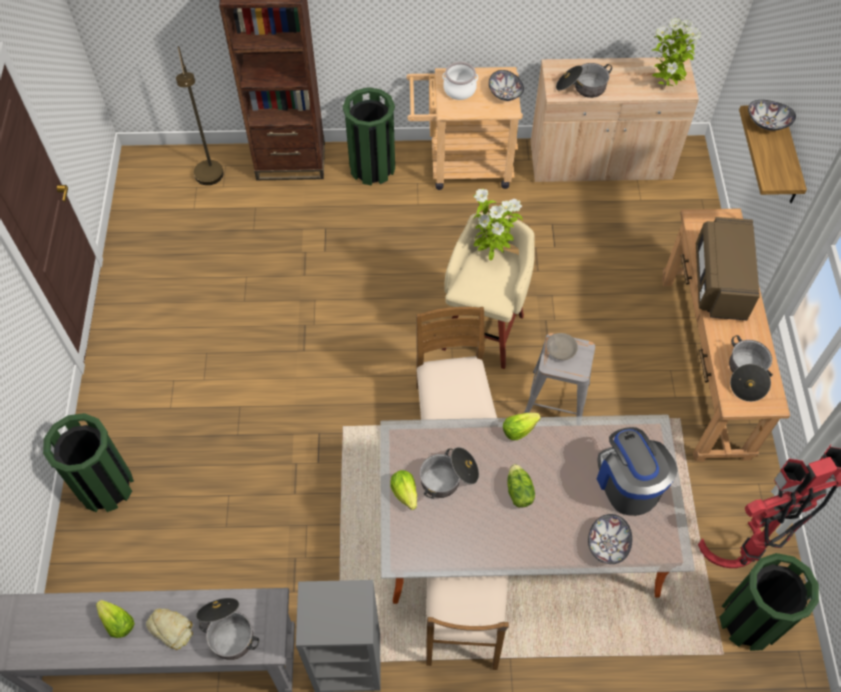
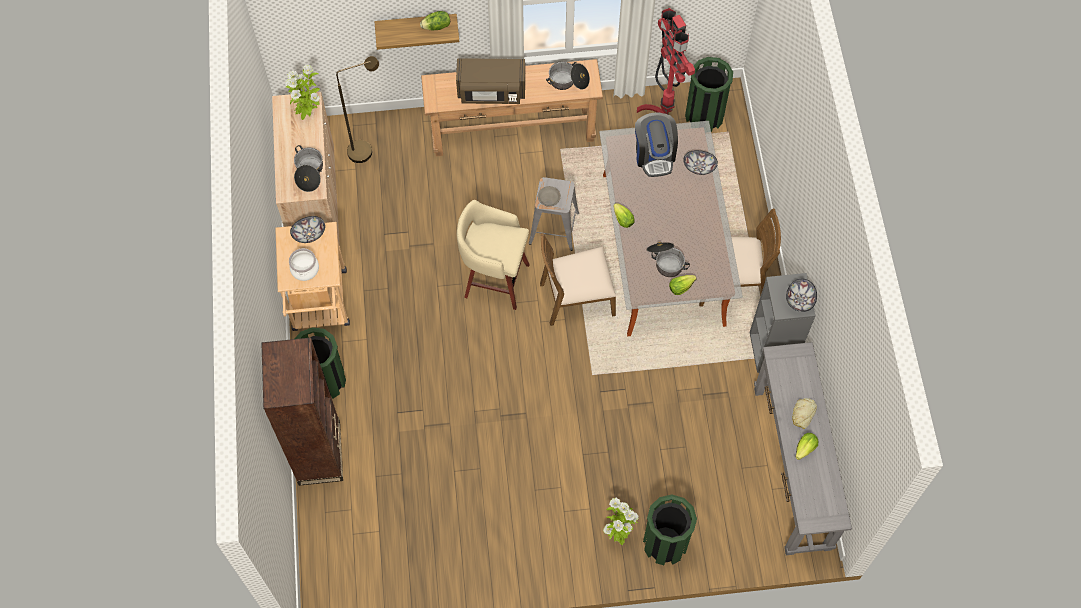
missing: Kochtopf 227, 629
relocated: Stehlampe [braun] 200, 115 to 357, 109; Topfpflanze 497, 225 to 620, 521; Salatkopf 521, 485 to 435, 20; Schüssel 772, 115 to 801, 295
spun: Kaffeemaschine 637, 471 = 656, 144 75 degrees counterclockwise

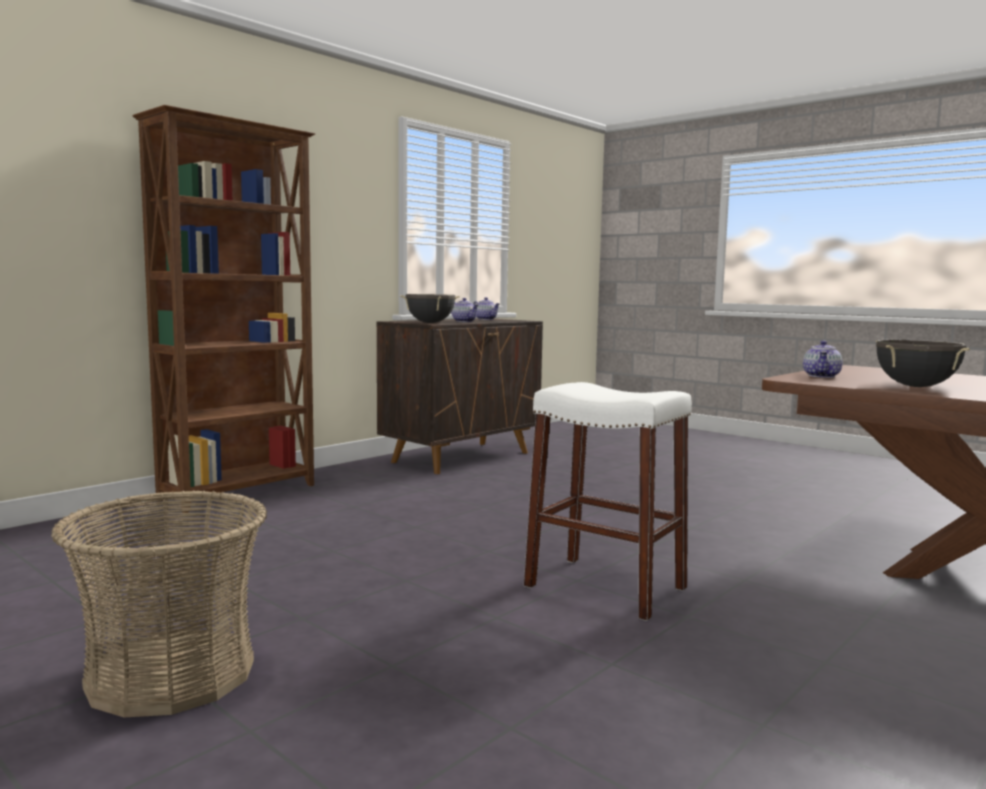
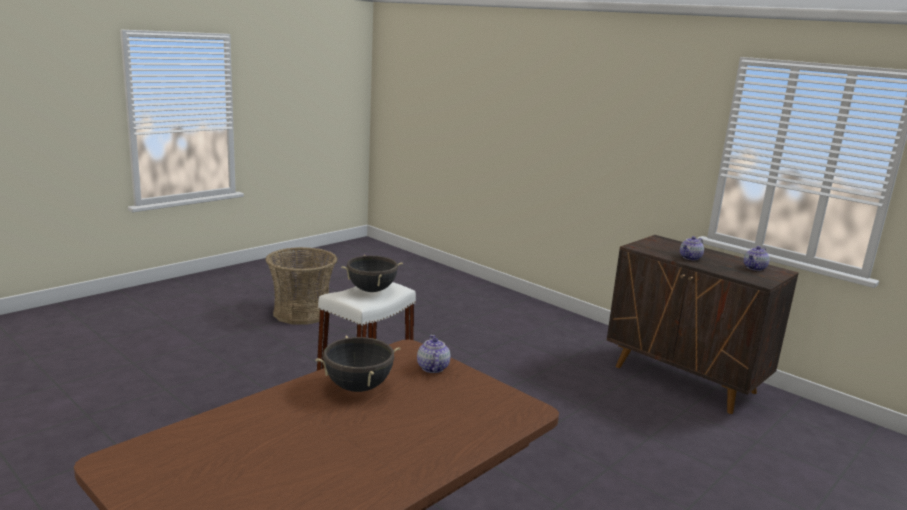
missing: Bücherregal [braun] 223, 309
relocated: Kochtopf [schwarz] 430, 308 to 372, 273
spun: Teekanne 823, 359 = 433, 354 60 degrees clockwise

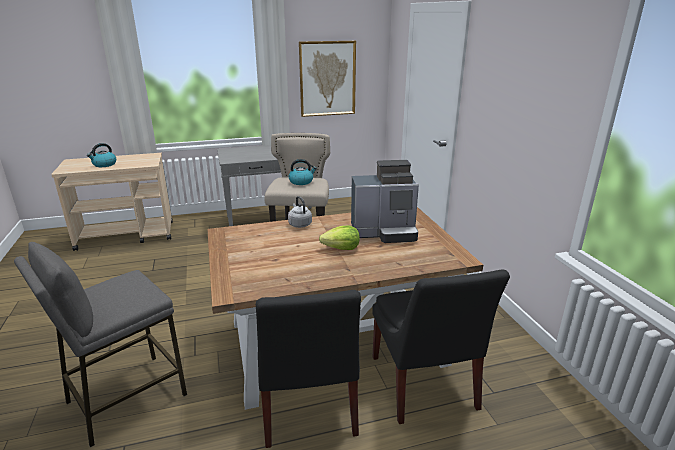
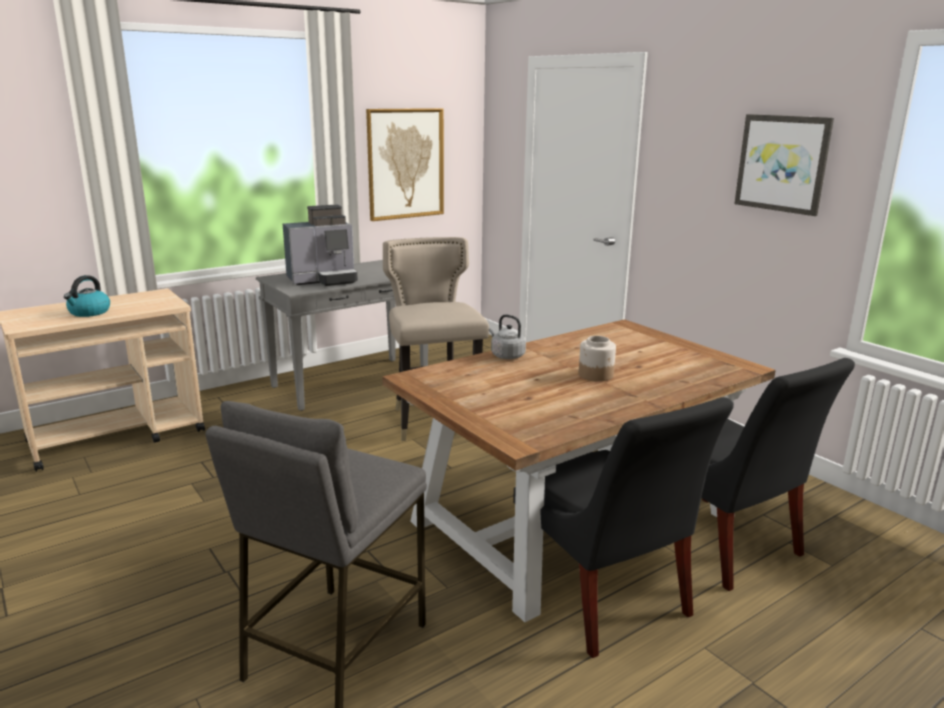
missing: Wasserkessel 303, 172
appeared: Bild 784, 165
relocated: Kaffeemaschine 385, 201 to 320, 245
exchanged: Salatkopf 339, 238 to Vorratsglas 597, 358

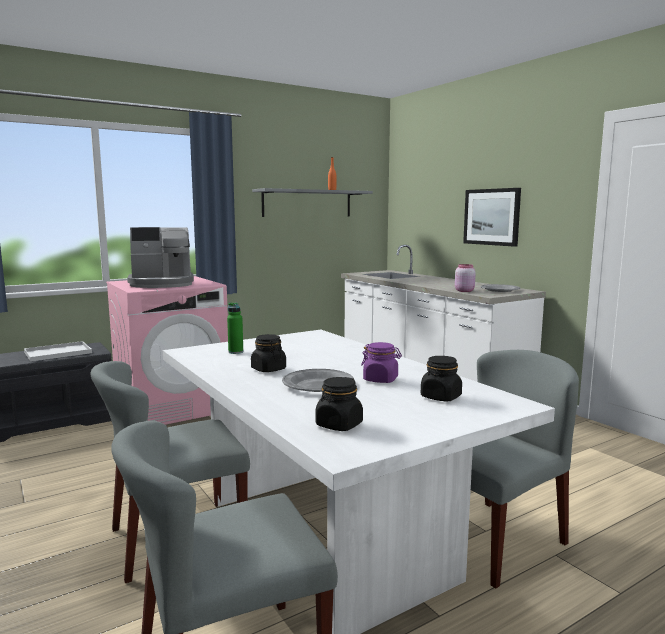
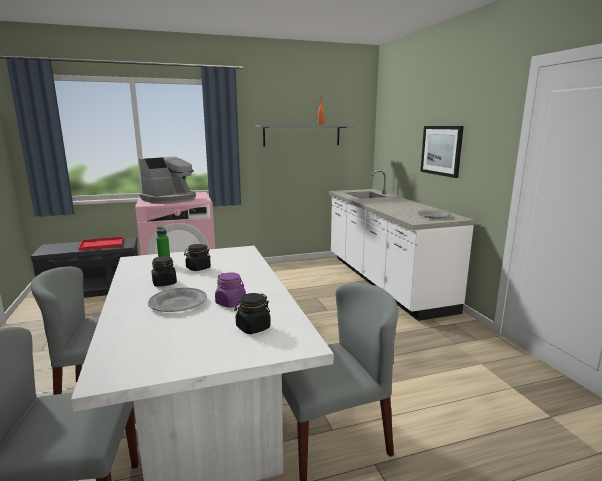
missing: Vorratsglas [rosa] 465, 278
relocated: Vorratsglas [schwarz] 339, 404 to 197, 257
colour: Tablett [weiß] 58, 351 to Tablett [rot] 101, 244
spun: Kaffeemaschine 160, 257 = 167, 179 45 degrees counterclockwise

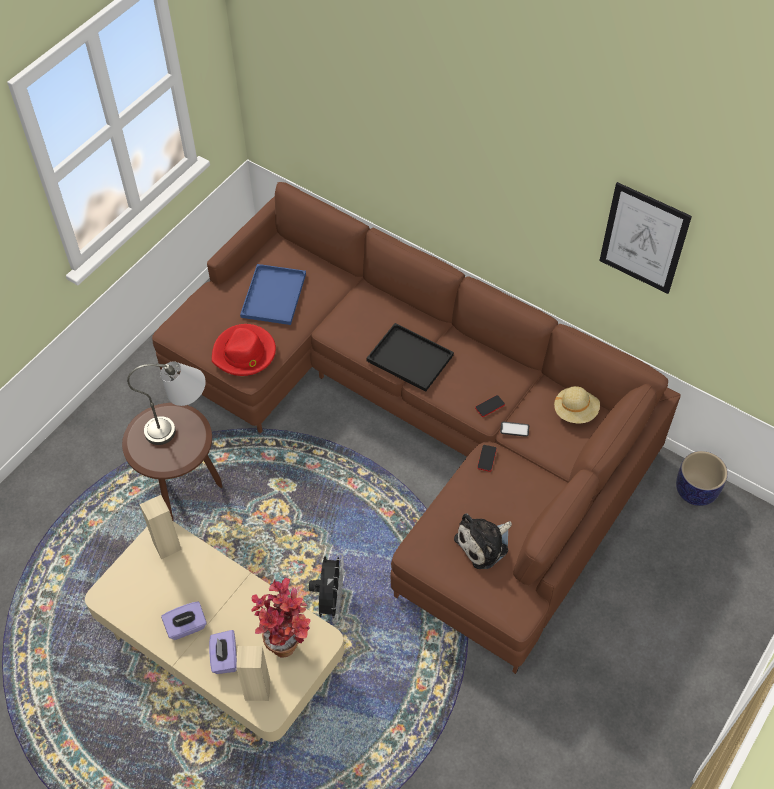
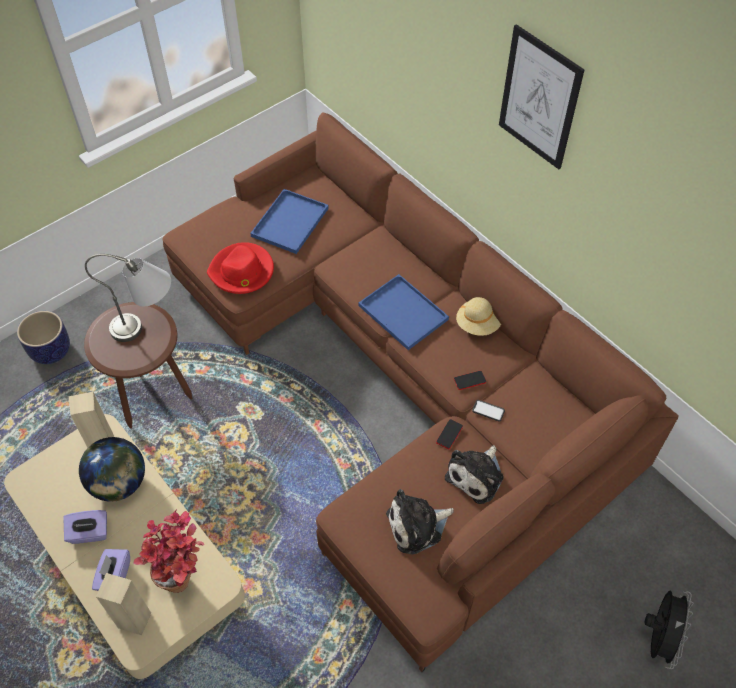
appeared: Globus 112, 469; Plüschtier 474, 474
relocated: Ventilator [schwarz] 326, 588 to 669, 630; Hut [beige] 577, 404 to 478, 316; Bild 645, 238 to 542, 96; Pflanzkübel 702, 478 to 43, 337
colour: Tablett [schwarz] 410, 357 to Tablett [blau] 404, 312

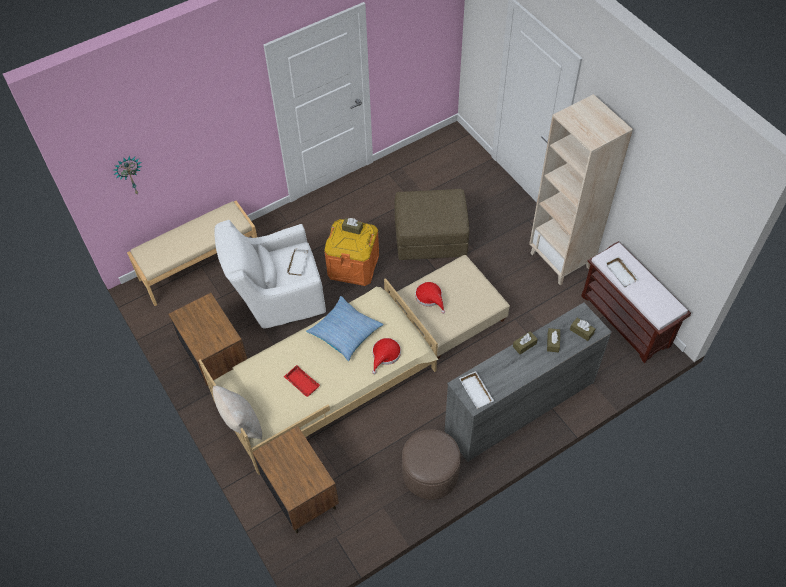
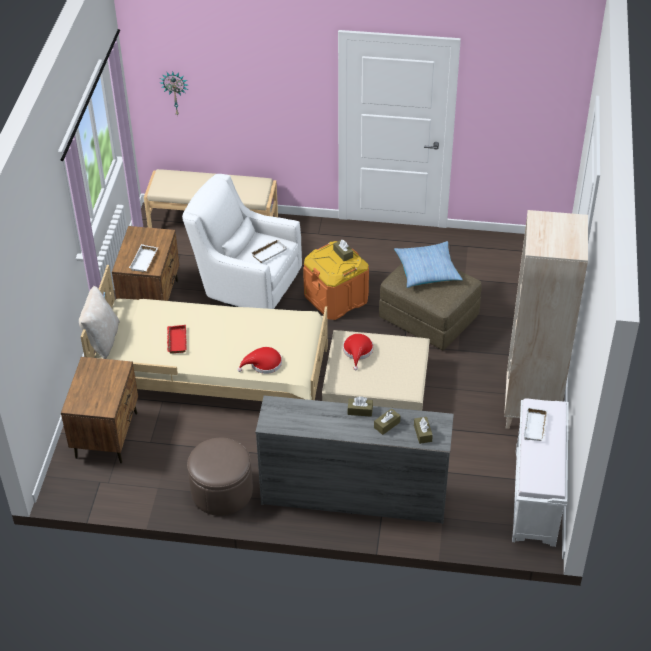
relocated: Kissen 345, 328 to 428, 264; Tablett [weiß] 476, 390 to 143, 258
colour: Bank [braun] 636, 302 to Bank [weiß] 540, 472

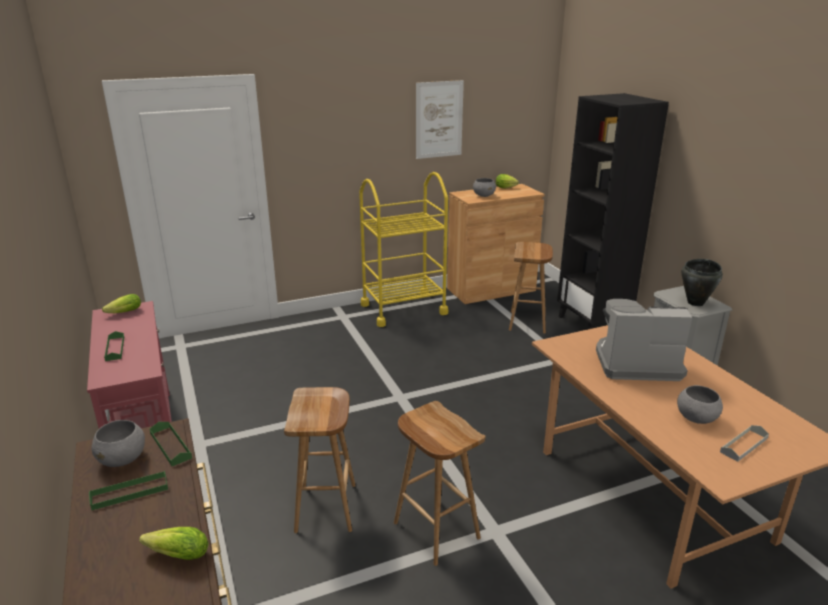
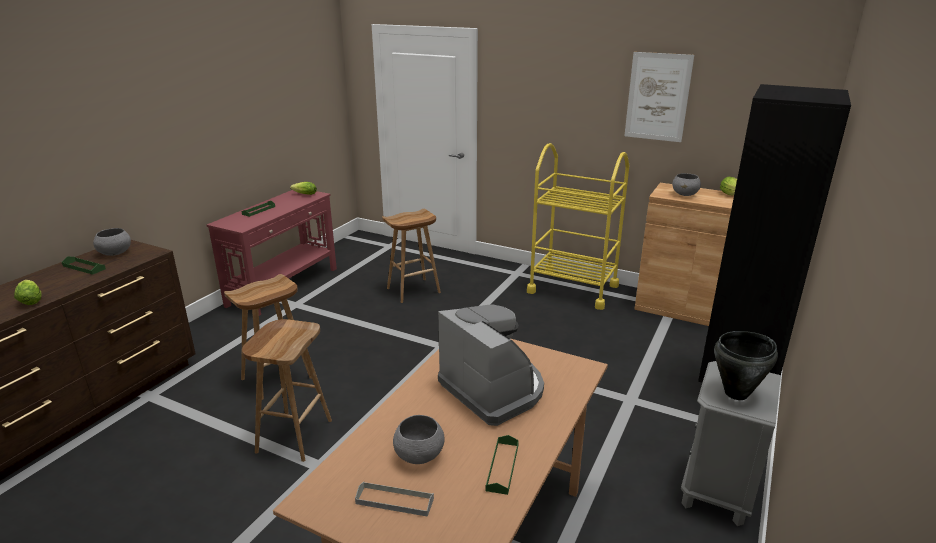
relocated: Tablett [grün] 171, 444 to 502, 465; Hocker [braun] 531, 288 to 411, 256

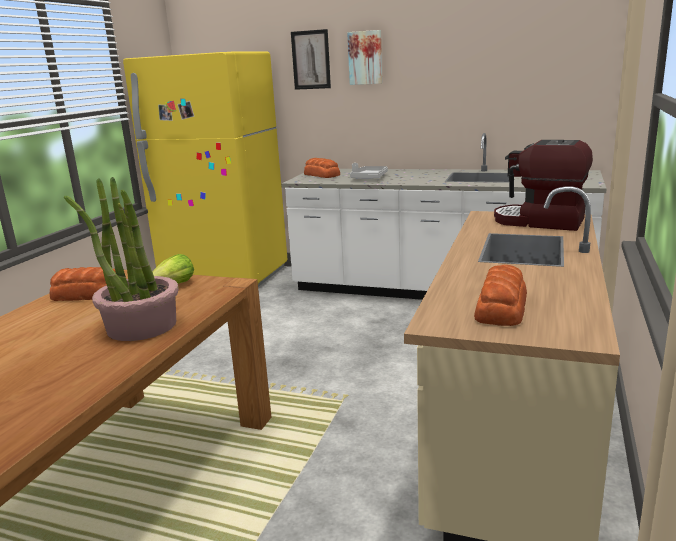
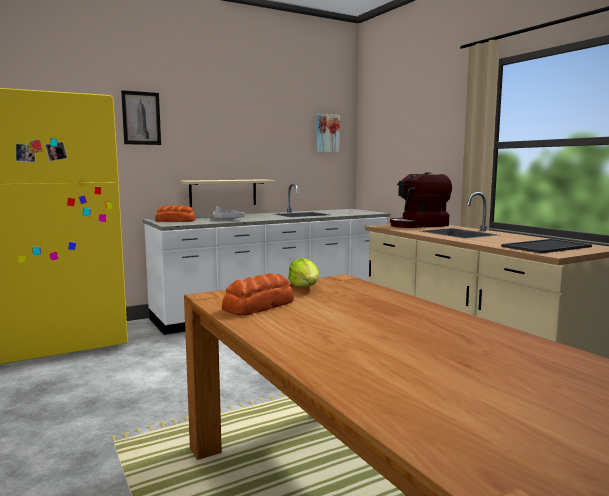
missing: Topfpflanze 121, 259
appeared: Wandregal [beige] 227, 193
relocated: Bild 364, 57 to 328, 133
exchanged: Brot 500, 295 to Tablett 546, 246

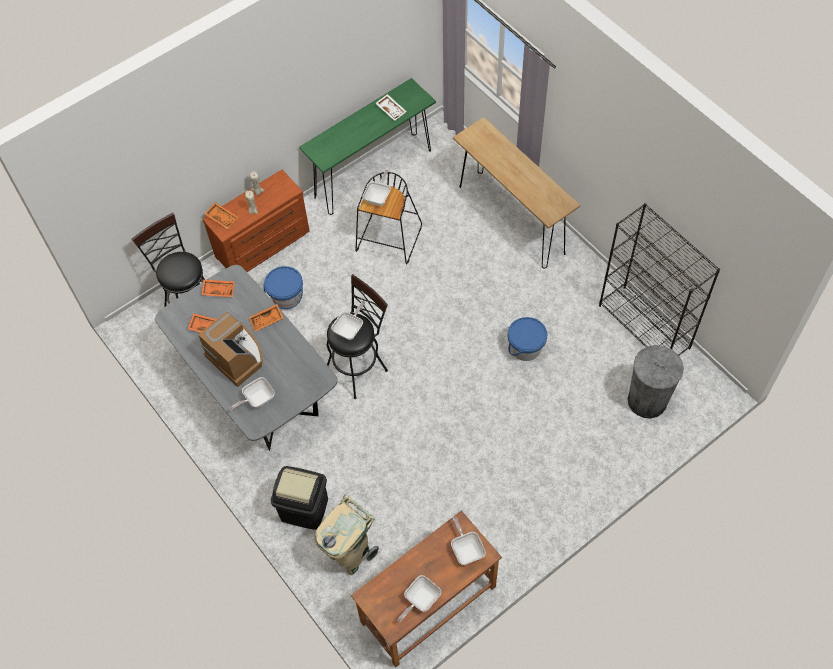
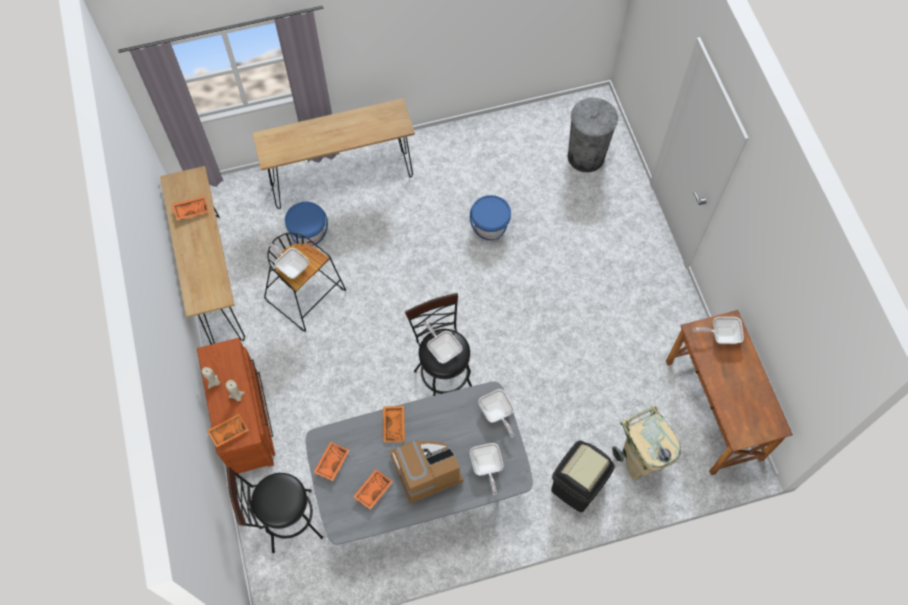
missing: Bücherregal [schwarz] 659, 279
relocated: Eimer [blau] 283, 287 to 306, 224; Pfanne 419, 598 to 496, 413
colour: Konsolentisch [grün] 367, 146 to Konsolentisch [braun] 202, 255; Tablett [weiß] 391, 107 to Tablett [orange] 190, 208

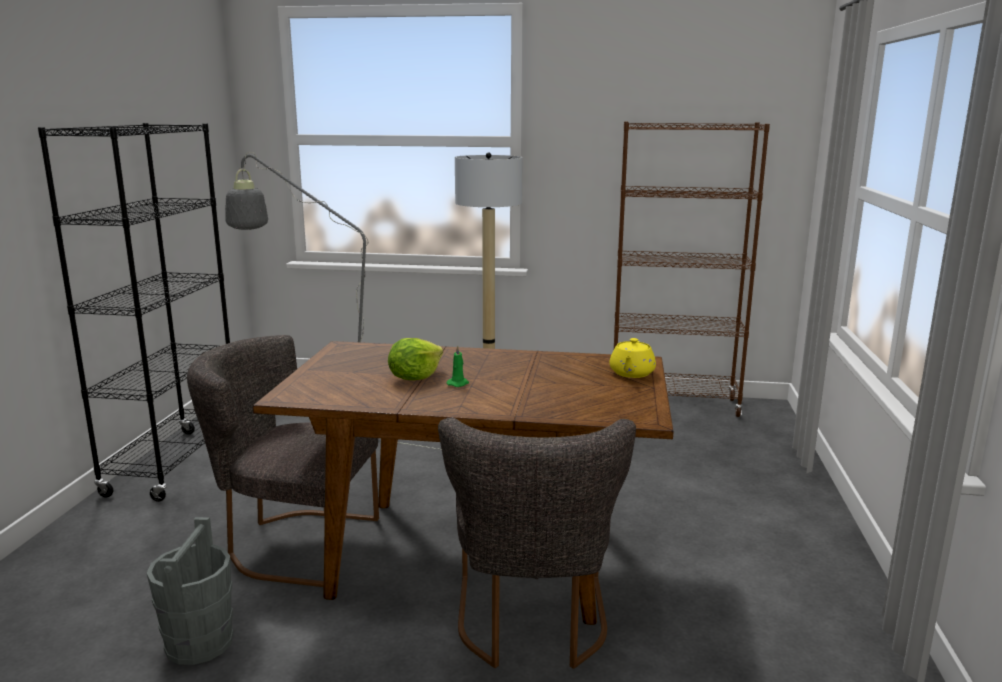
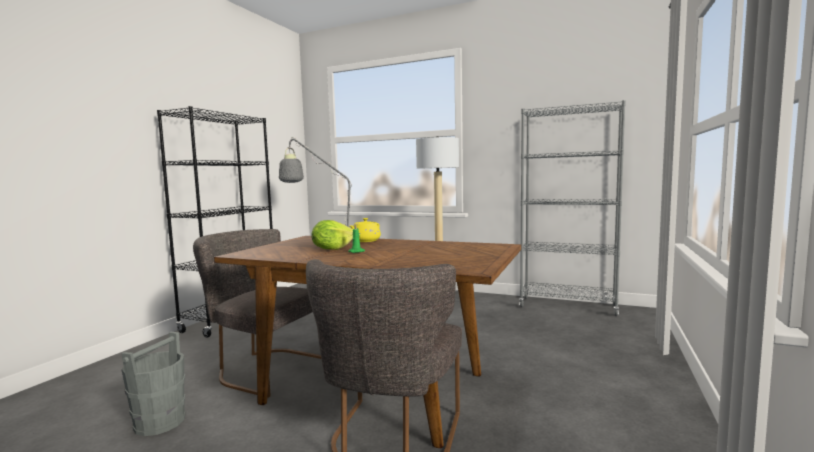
relocated: Teekanne [gelb] 632, 358 to 365, 230
colour: Bücherregal [braun] 692, 269 to Bücherregal [grau] 572, 208

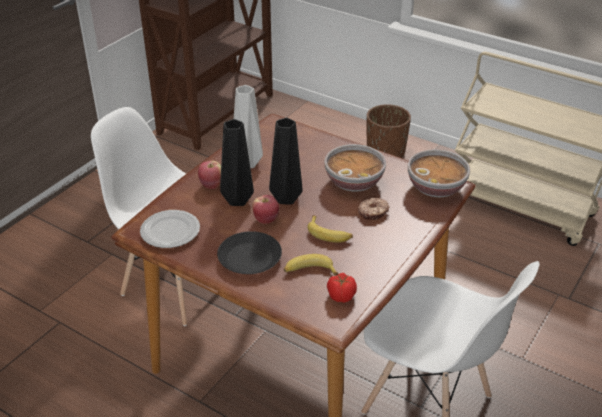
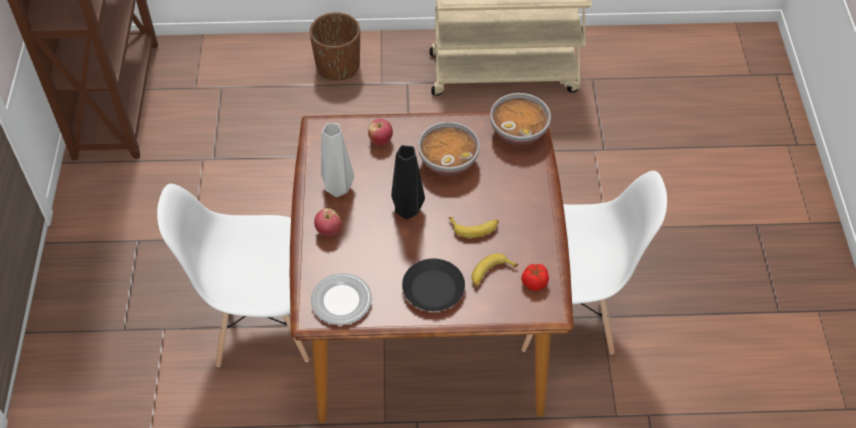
missing: Vase [schwarz] 237, 162; Donut 374, 209
relocated: Apfel 265, 209 to 380, 132

